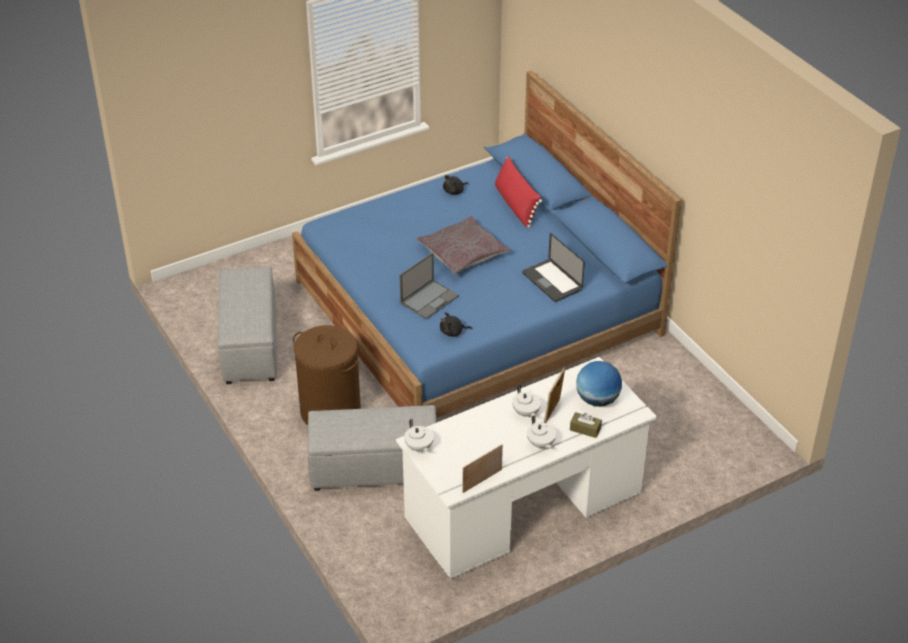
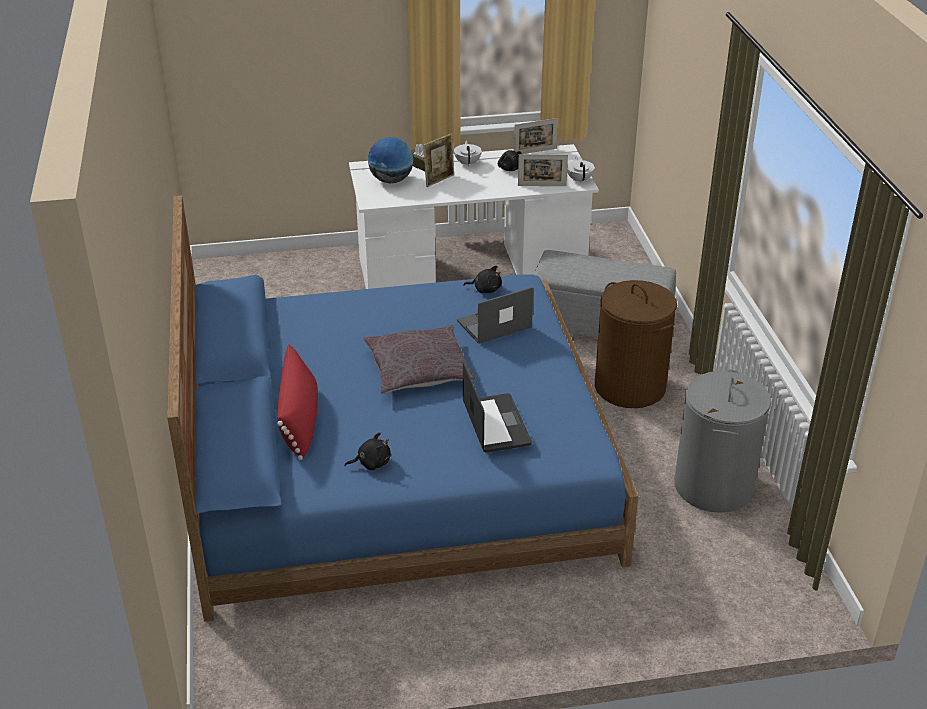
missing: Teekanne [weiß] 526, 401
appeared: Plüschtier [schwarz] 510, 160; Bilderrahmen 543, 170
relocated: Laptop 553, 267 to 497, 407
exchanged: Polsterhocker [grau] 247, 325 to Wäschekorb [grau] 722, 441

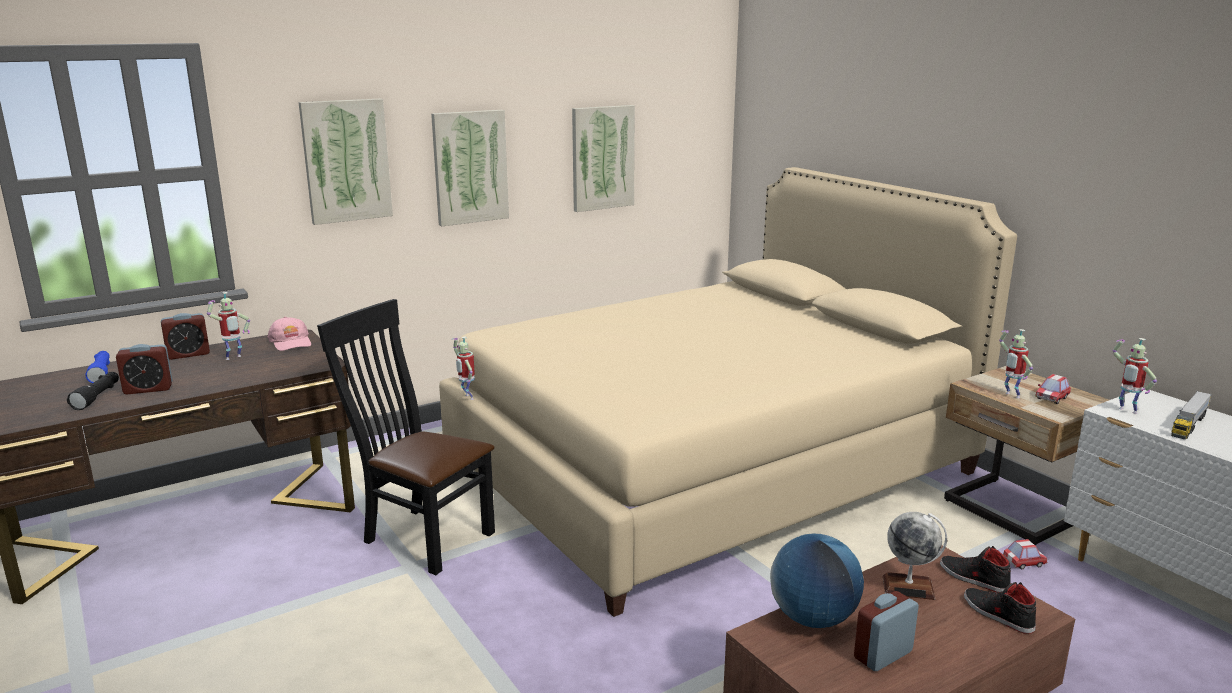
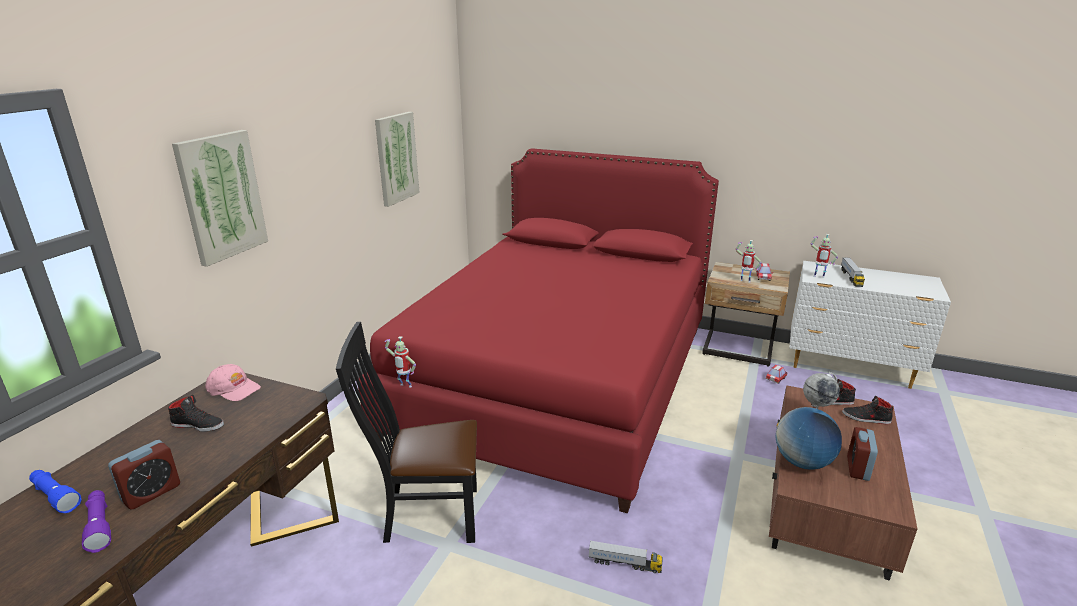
missing: Wecker 185, 336; Bild 470, 168
appeared: Spielzeuglaster 626, 556
exchanged: Spielzeugroboter 228, 326 to Schuh [schwarz] 196, 413
colour: Taschenlampe [schwarz] 93, 391 to Taschenlampe [lila] 96, 521; Bett [beige] 728, 392 to Bett [rot] 538, 331

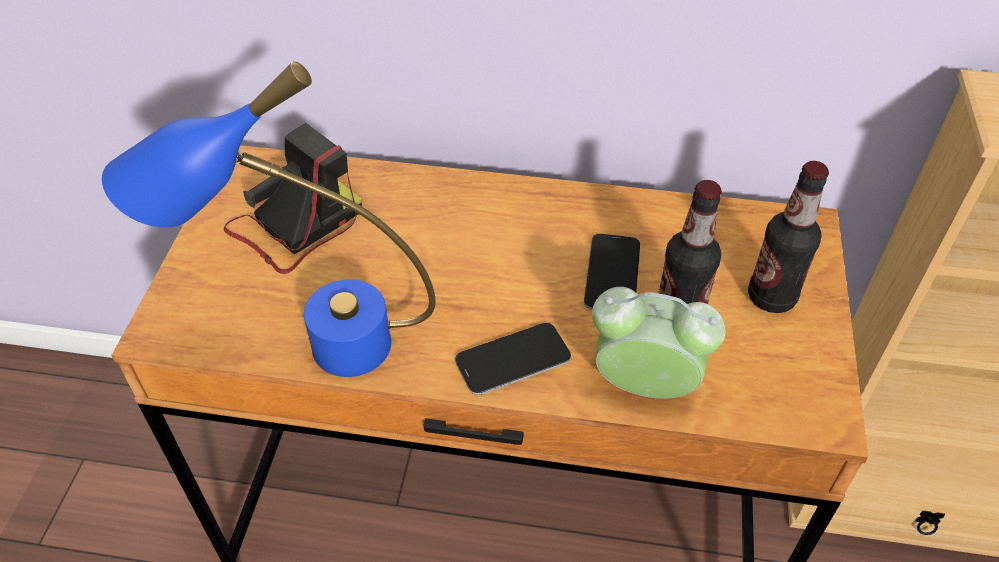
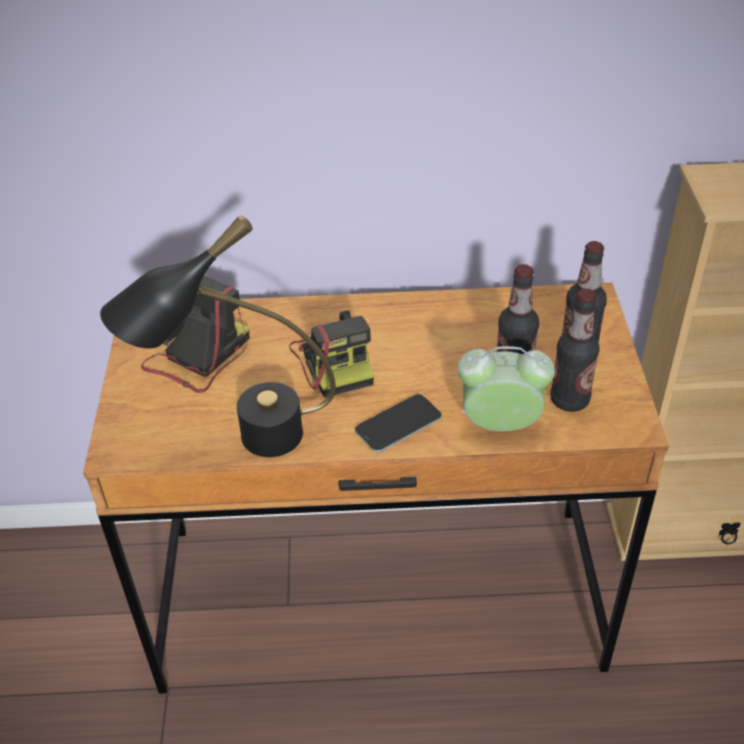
missing: Handy 612, 271
appeared: Kamera 331, 354; Flasche 575, 350
colour: Tischlampe [blau] 269, 219 to Tischlampe [schwarz] 218, 336

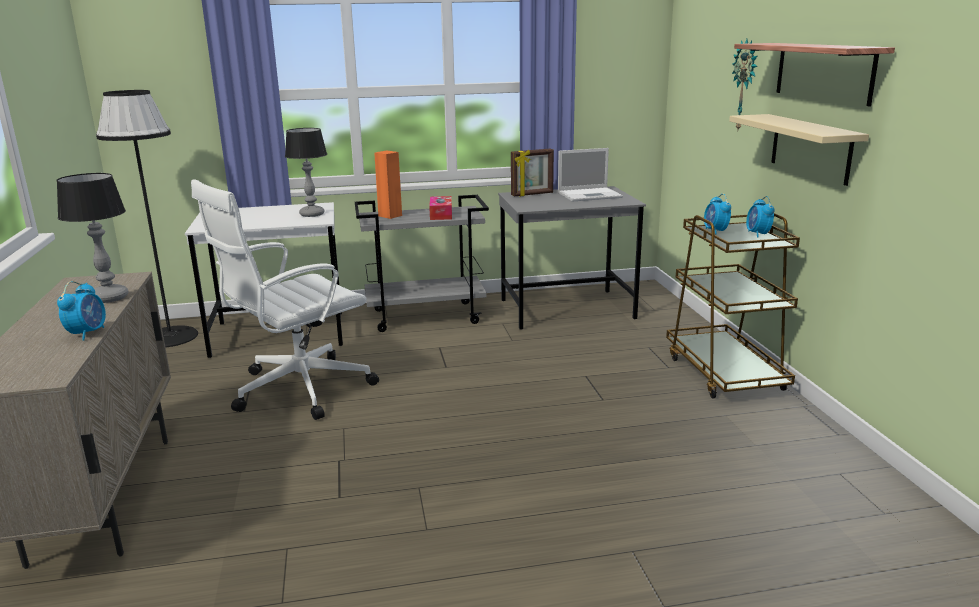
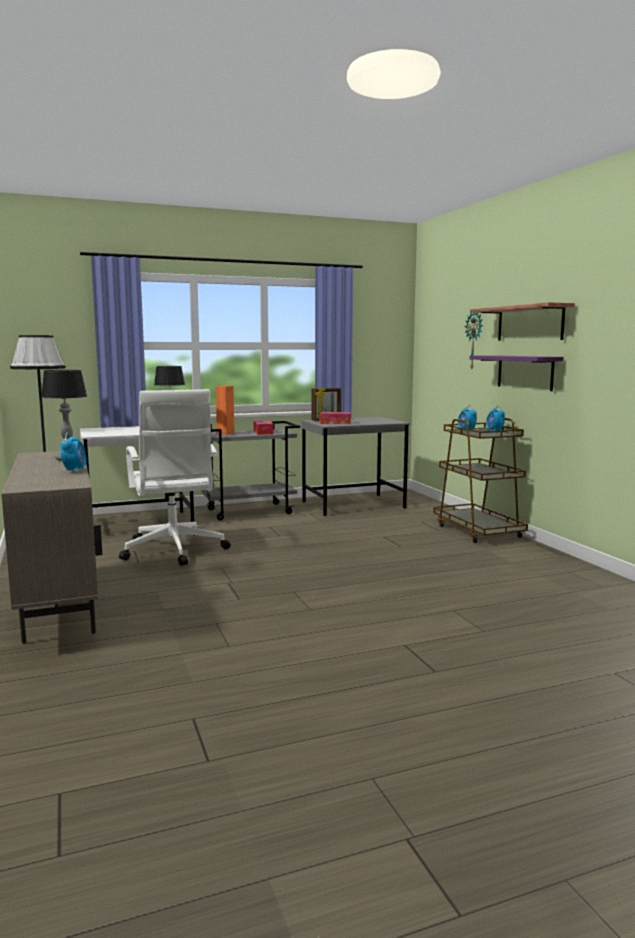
missing: Laptop 590, 175
appeared: Taschentuchbox 335, 418
colour: Wandregal [beige] 799, 150 to Wandregal [lila] 517, 373
spun: Bürostuhl [weiß] 285, 299 = 175, 477 60 degrees counterclockwise

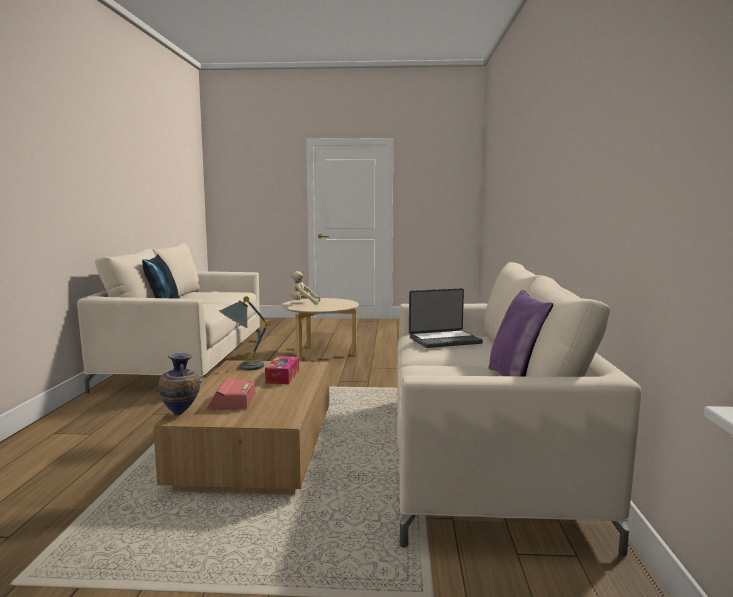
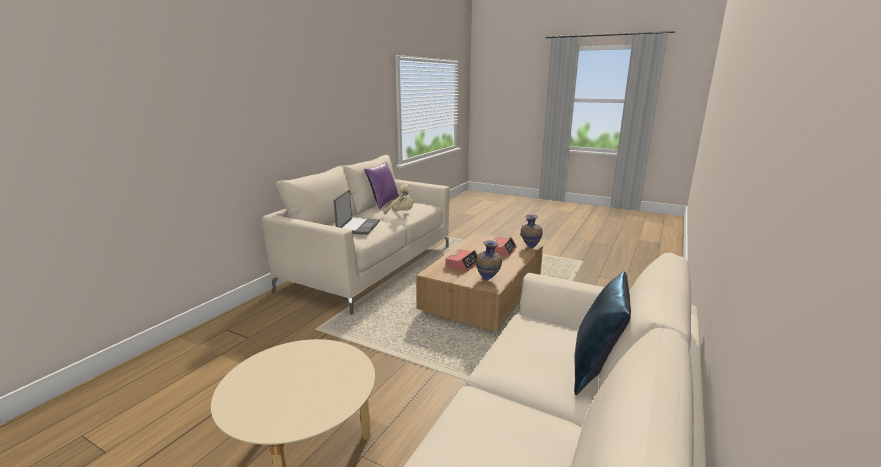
relocated: Plüschtier [beige] 305, 288 to 398, 199
exchanged: Tischlampe [grau] 244, 333 to Vase 489, 260; Taschentuchbox 282, 370 to Wecker 462, 260
spun: Laptop 446, 318 = 357, 212 90 degrees clockwise

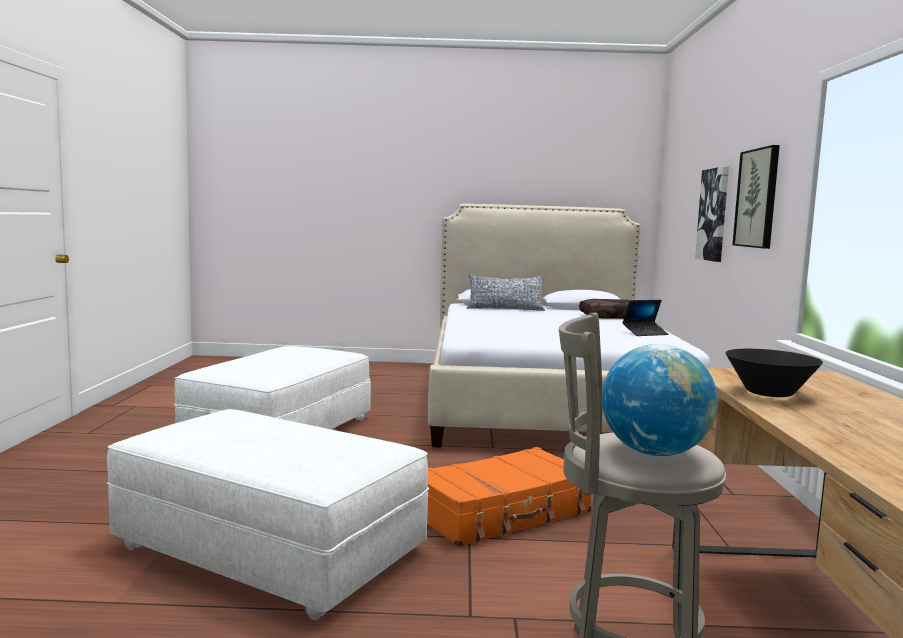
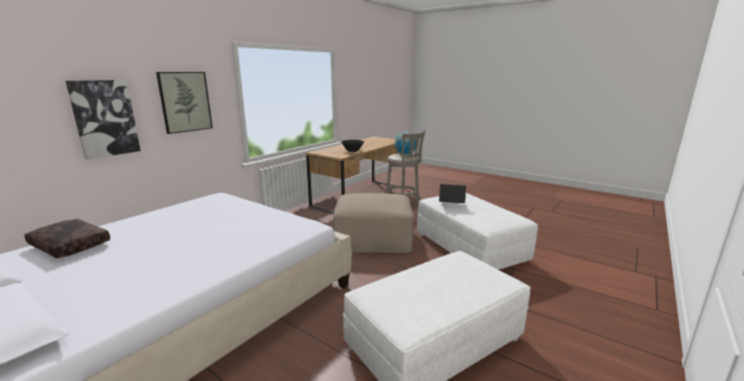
missing: Kissen 506, 292
relocated: Laptop 645, 318 to 452, 193
exchanged: Koffer [orange] 509, 497 to Polsterhocker [beige] 373, 223

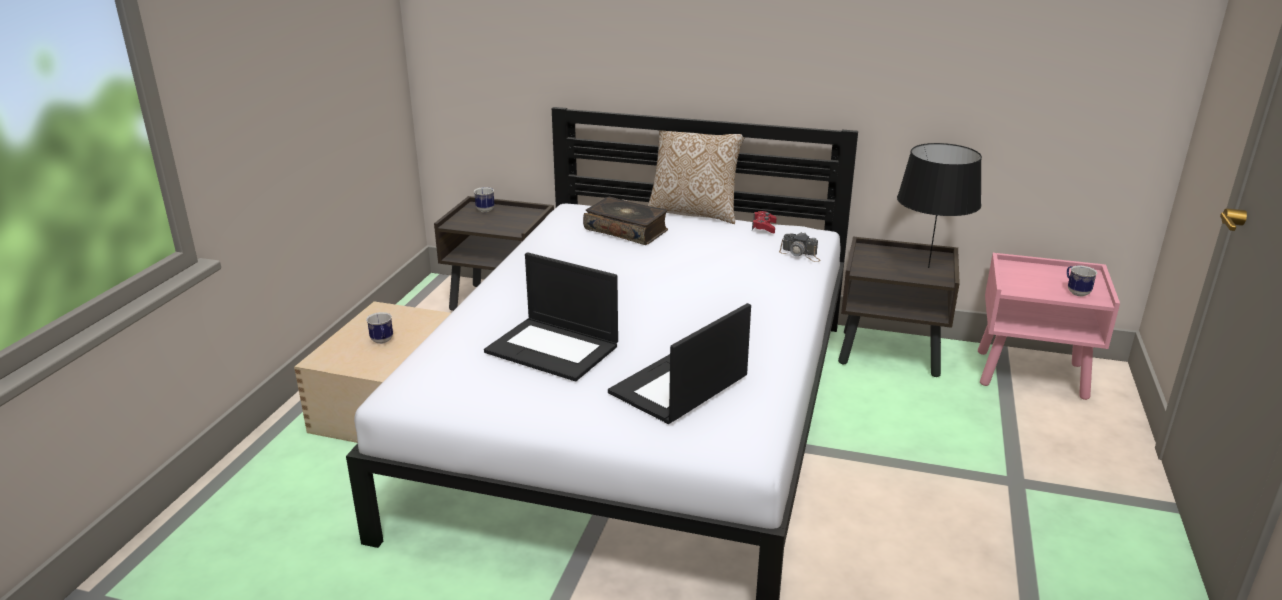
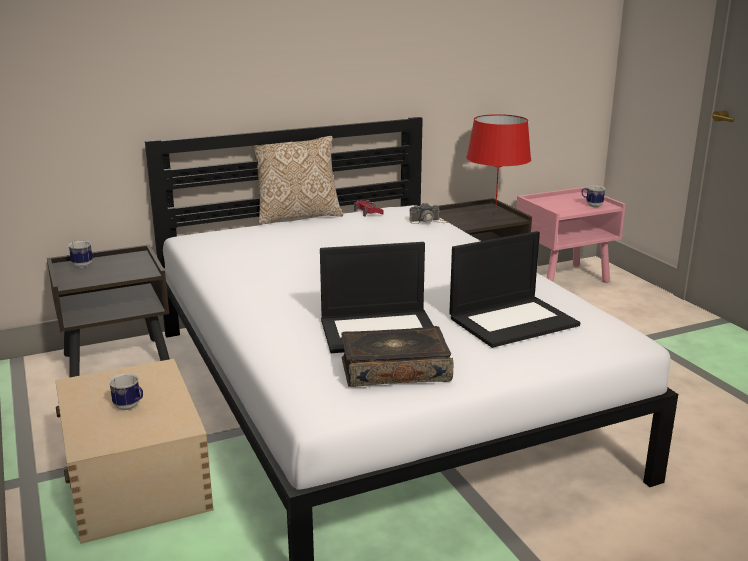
relocated: Buch 625, 221 to 397, 356
colour: Tischlampe [schwarz] 939, 205 to Tischlampe [rot] 498, 164
spun: Laptop 679, 363 = 514, 289 120 degrees counterclockwise

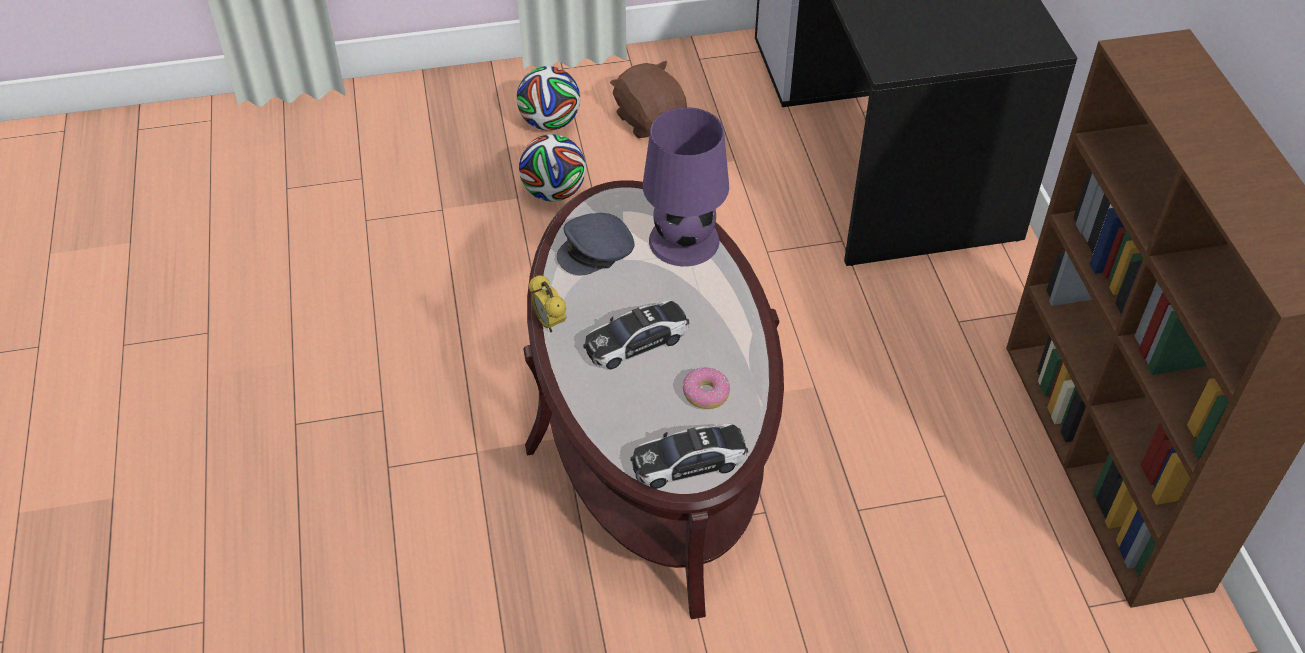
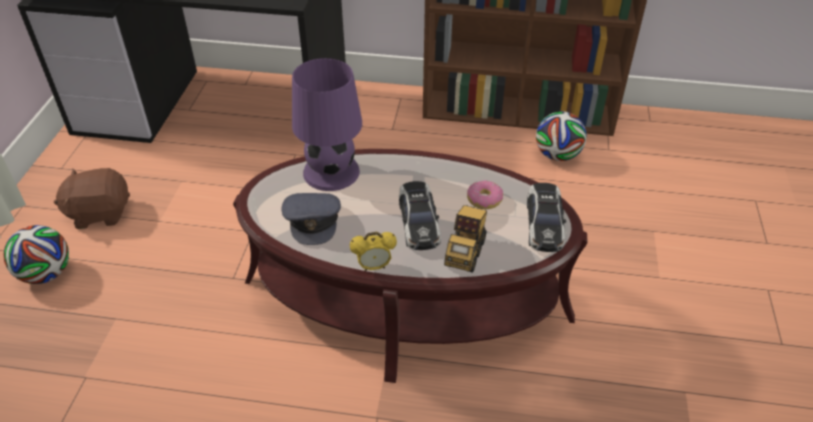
appeared: Spielzeuglaster 465, 239
relocated: Fußball 552, 168 to 561, 136

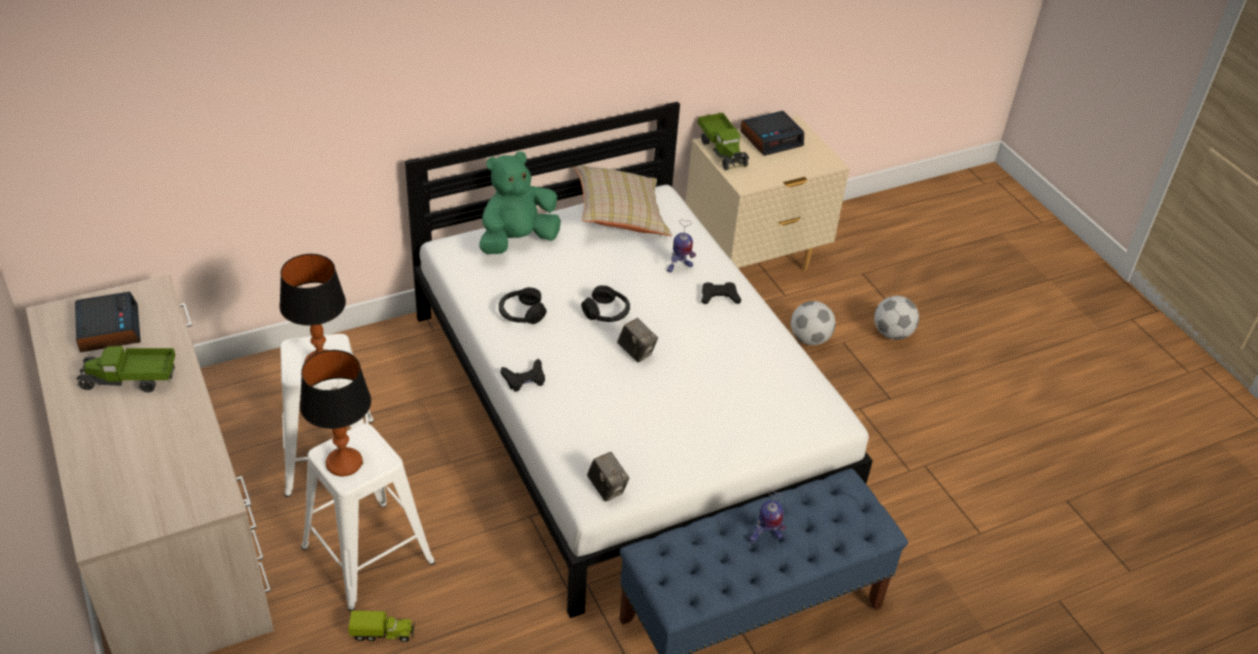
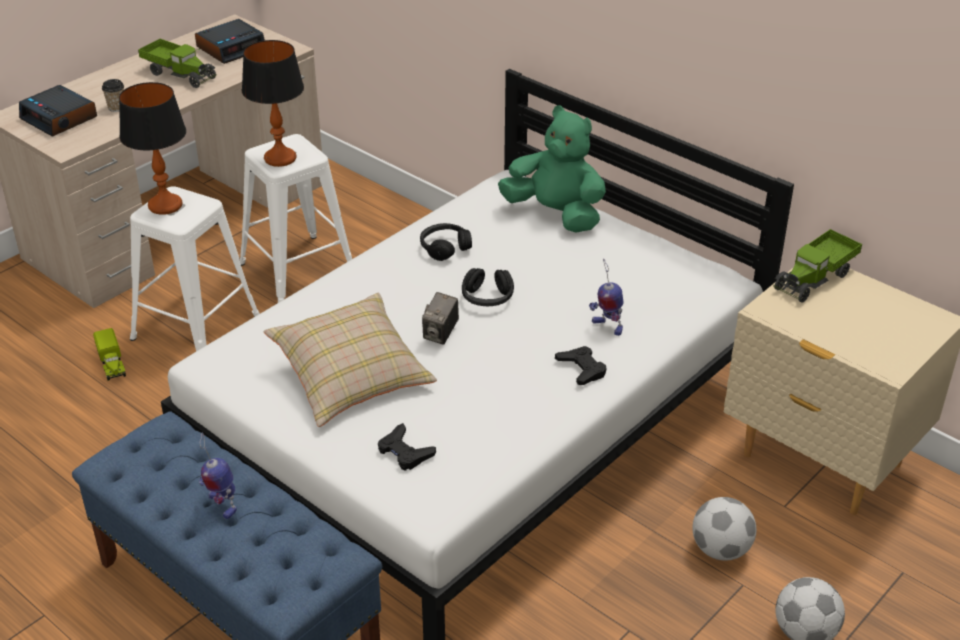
missing: Kamera 608, 477
appeared: Tasse 113, 95
relocated: Gamepad [schwarz] 523, 375 to 407, 447; Kissen [beige] 623, 200 to 350, 360; Wecker 772, 133 to 58, 111
spun: Spielzeuglaster 126, 369 = 177, 63 150 degrees clockwise

